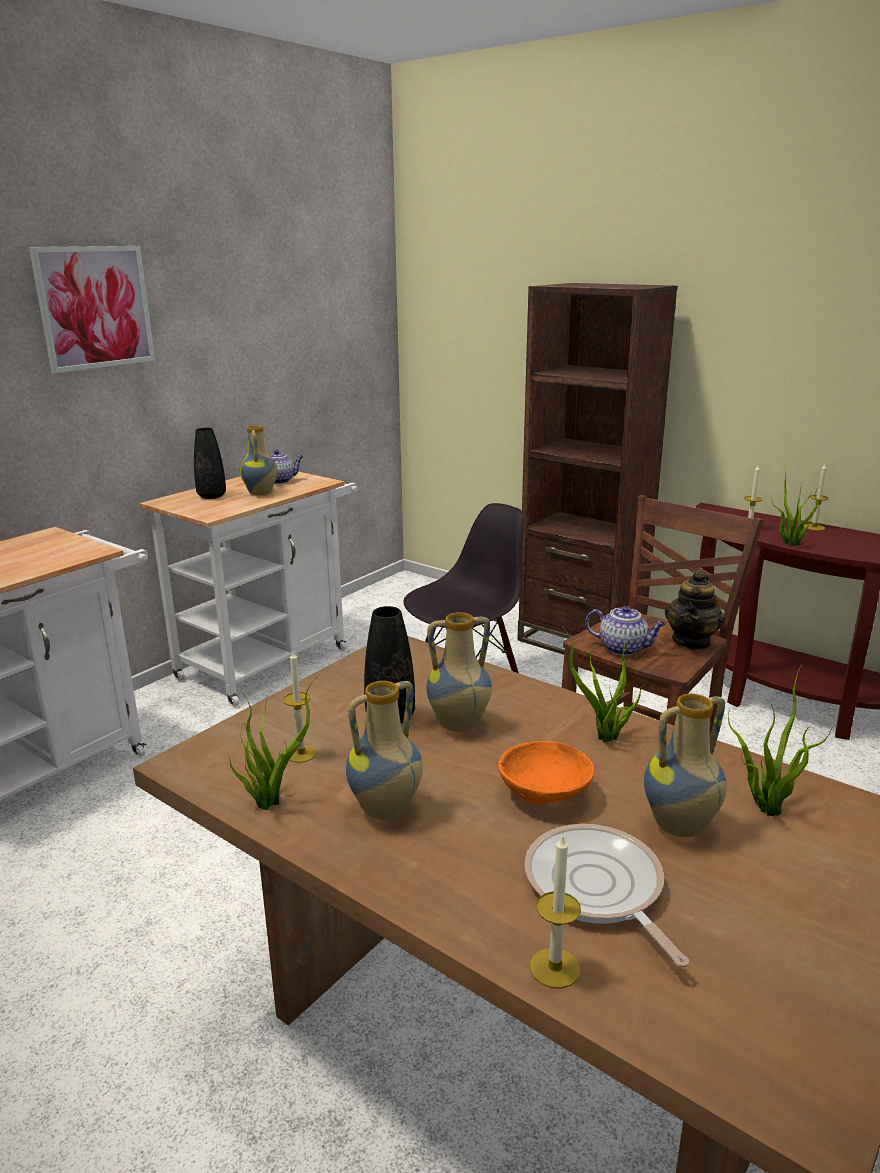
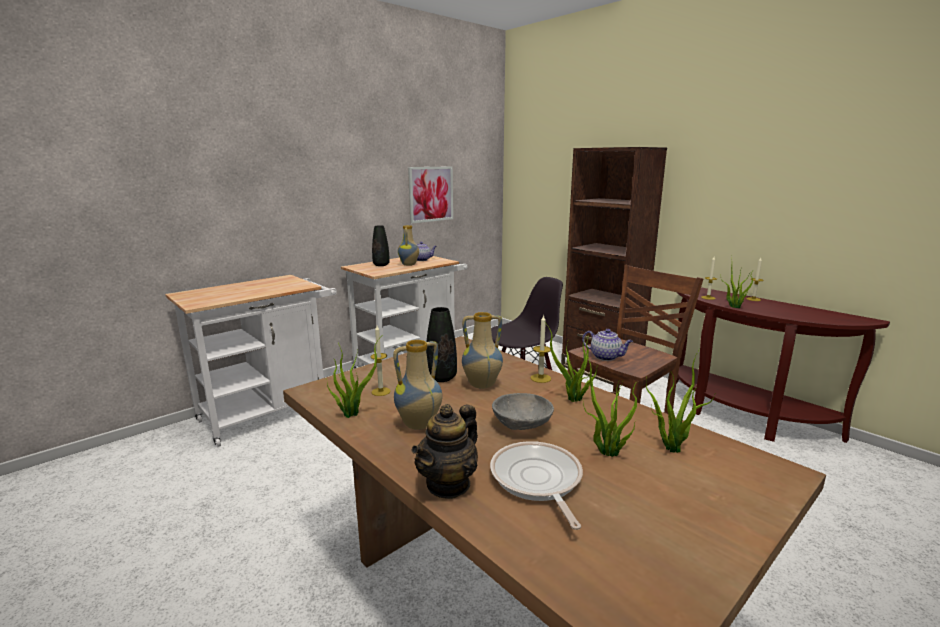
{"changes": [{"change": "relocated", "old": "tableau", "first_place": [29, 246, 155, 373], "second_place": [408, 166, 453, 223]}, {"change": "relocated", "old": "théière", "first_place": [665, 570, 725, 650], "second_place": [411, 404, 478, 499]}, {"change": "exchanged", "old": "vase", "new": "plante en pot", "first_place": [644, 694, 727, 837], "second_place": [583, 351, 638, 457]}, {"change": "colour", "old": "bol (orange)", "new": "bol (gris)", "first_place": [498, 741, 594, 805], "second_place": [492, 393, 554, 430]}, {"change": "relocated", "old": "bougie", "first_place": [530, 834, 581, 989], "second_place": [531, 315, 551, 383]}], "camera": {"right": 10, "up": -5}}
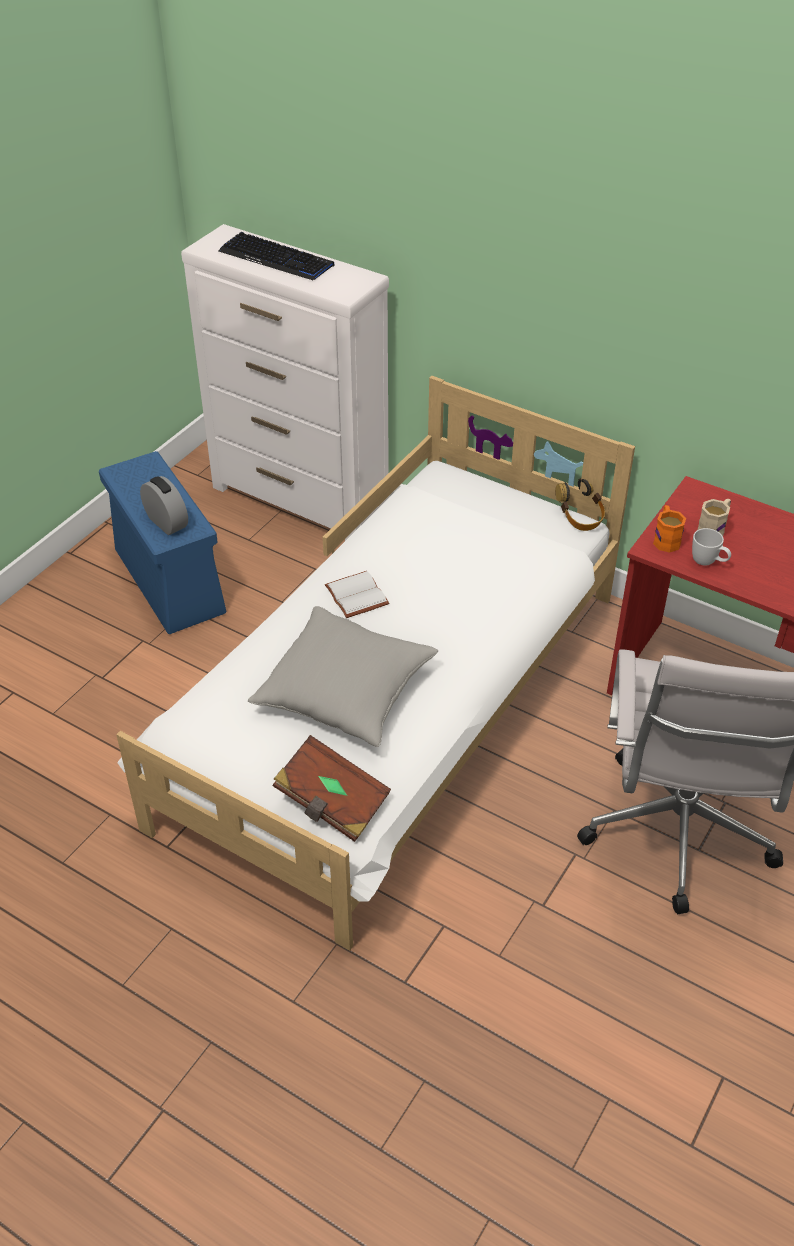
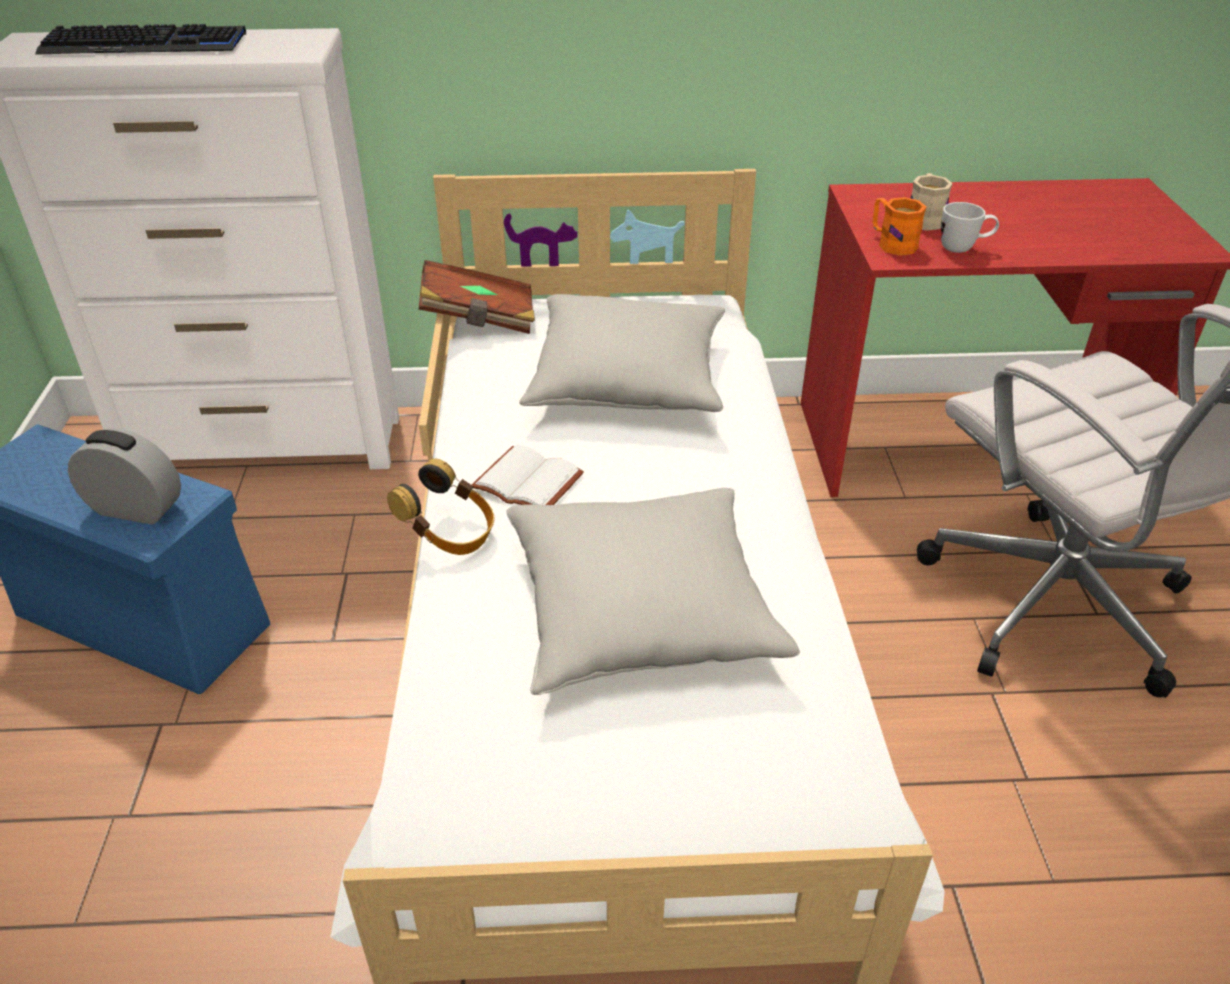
{"changes": [{"change": "relocated", "old": "casque audio", "first_place": [555, 478, 605, 531], "second_place": [387, 458, 494, 555]}, {"change": "relocated", "old": "livre (marron)", "first_place": [273, 735, 391, 842], "second_place": [419, 260, 535, 334]}, {"change": "appeared", "new": "coussin (gris)", "second_place": [519, 294, 725, 412]}], "camera": {"right": -35, "up": -5}}
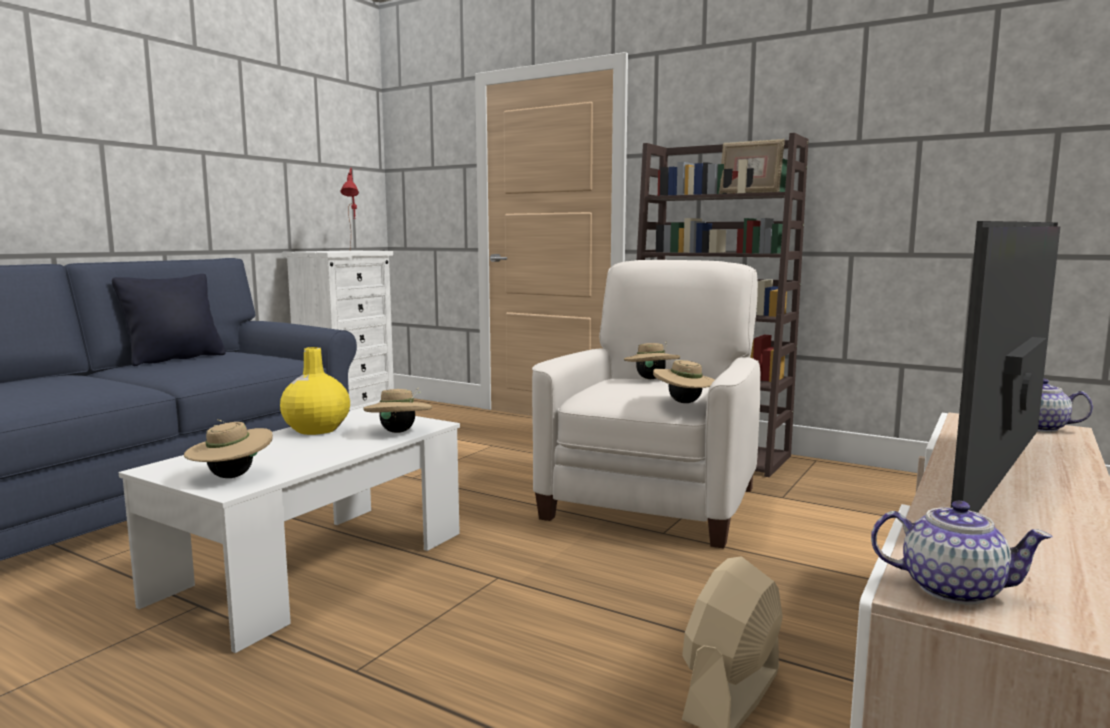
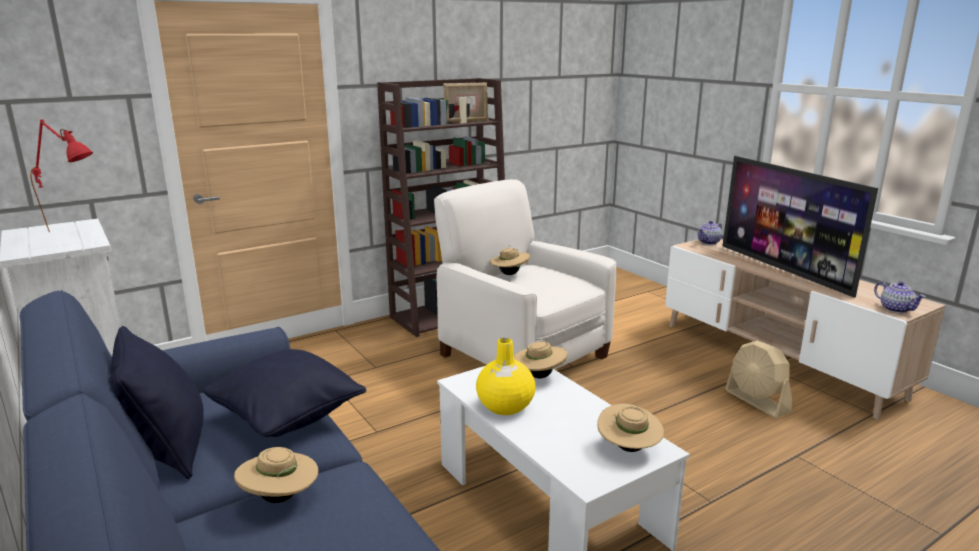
{"changes": [{"change": "relocated", "old": "chapeau (beige)", "first_place": [653, 360, 715, 403], "second_place": [234, 447, 319, 503]}, {"change": "spun", "old": "théière", "first_place": [871, 501, 1053, 605], "second_place": [874, 281, 926, 313], "degrees": 105}, {"change": "appeared", "new": "coussin (noir)", "second_place": [203, 349, 367, 437]}], "camera": {"right": -65, "up": 10}}
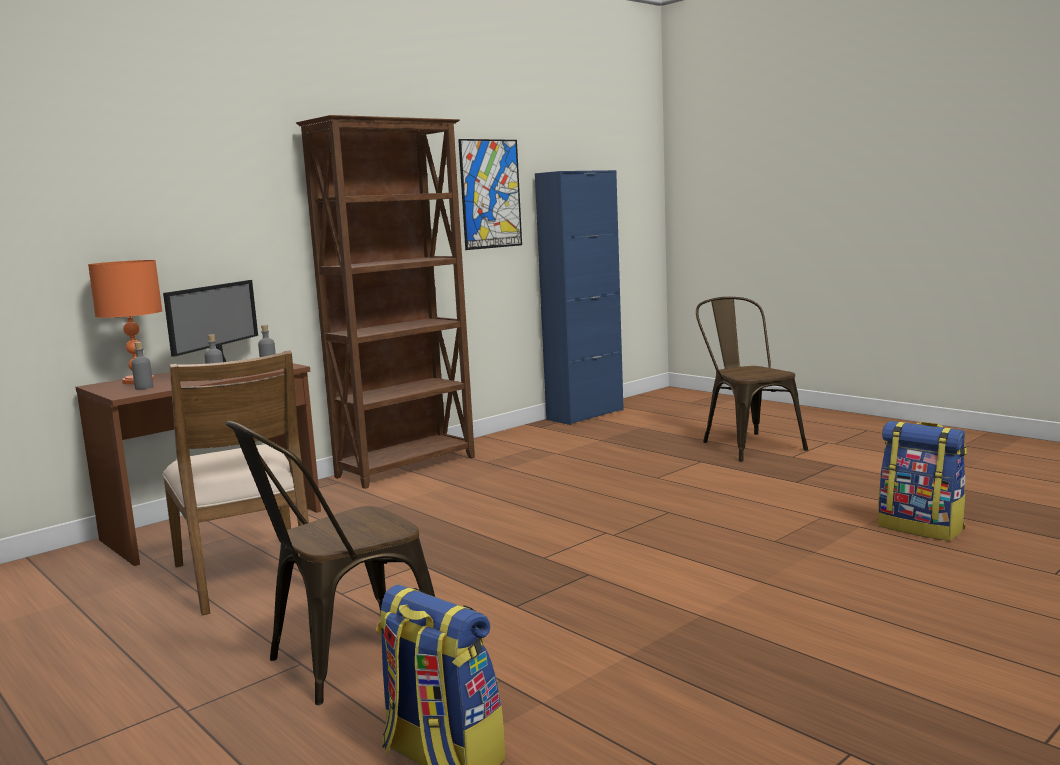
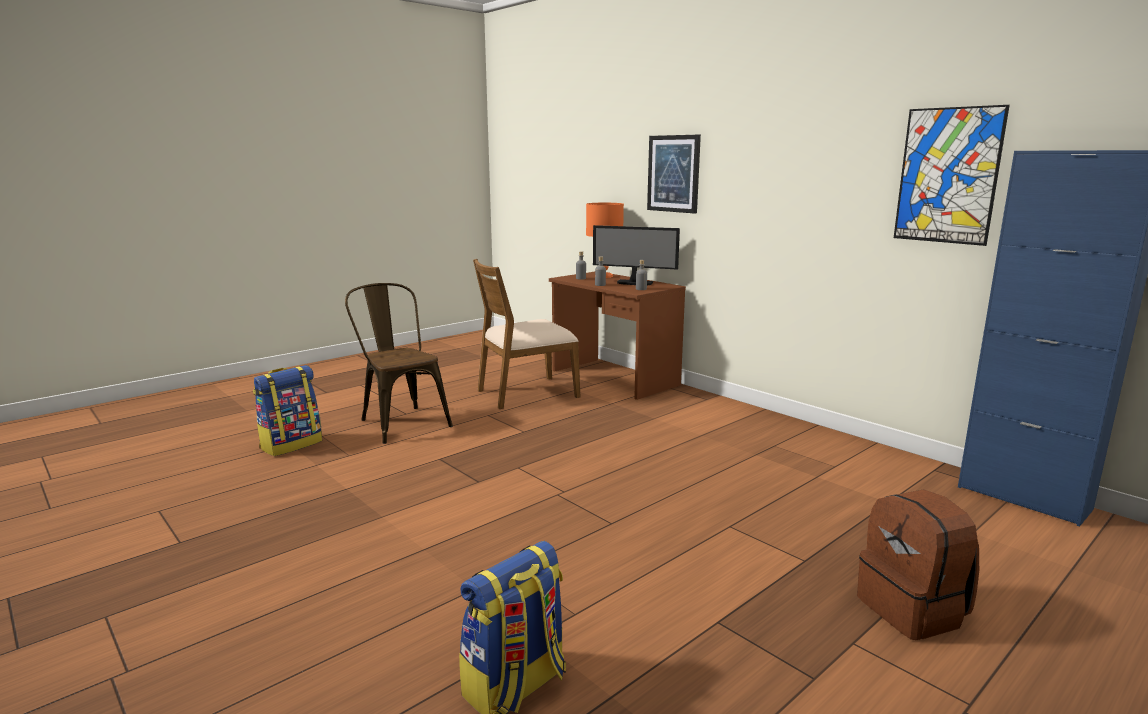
{"changes": [{"change": "missing", "old": "bibliothèque (marron)", "first_place": [296, 115, 475, 489]}, {"change": "exchanged", "old": "chaise (marron)", "new": "sac à dos (marron)", "first_place": [696, 297, 808, 462], "second_place": [857, 489, 979, 640]}, {"change": "appeared", "new": "tableau", "second_place": [647, 135, 701, 214]}], "camera": {"right": 90, "up": 5}}
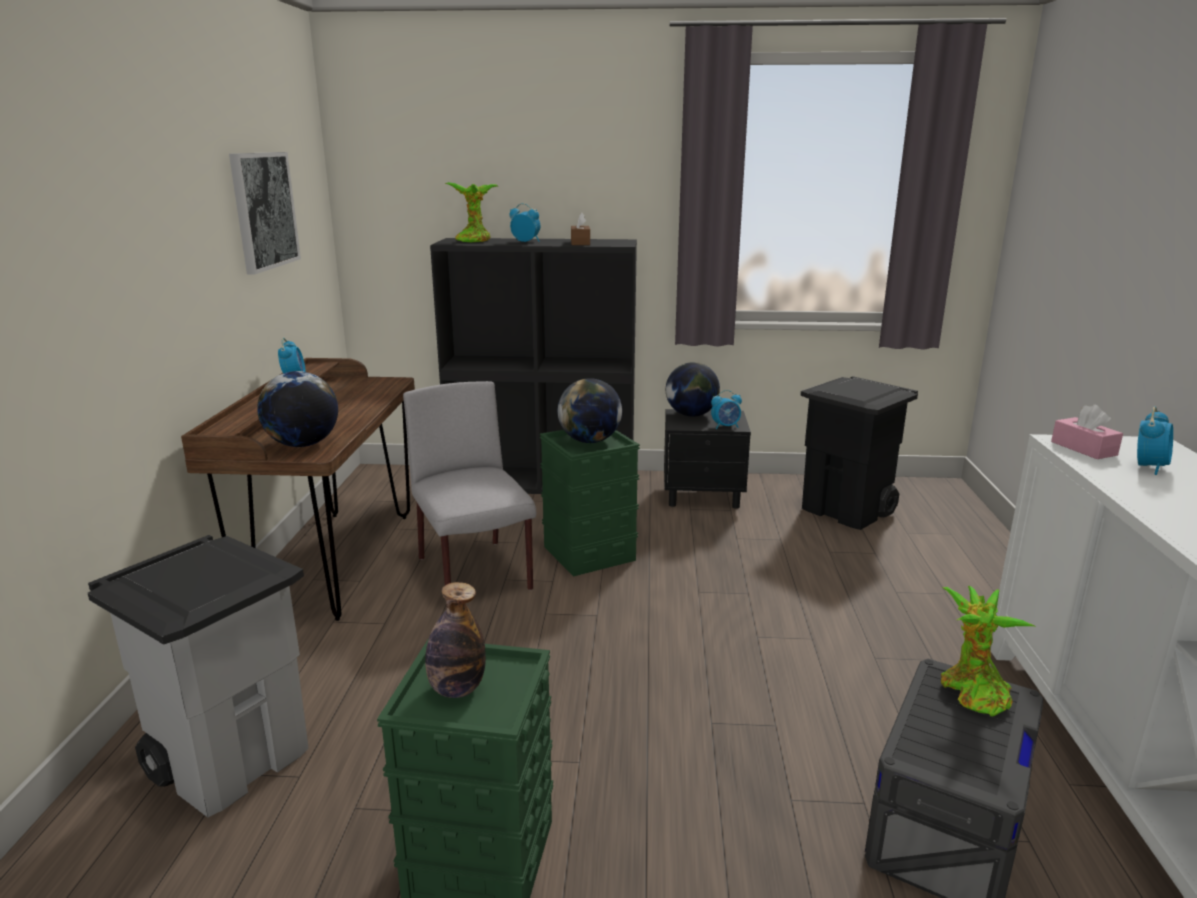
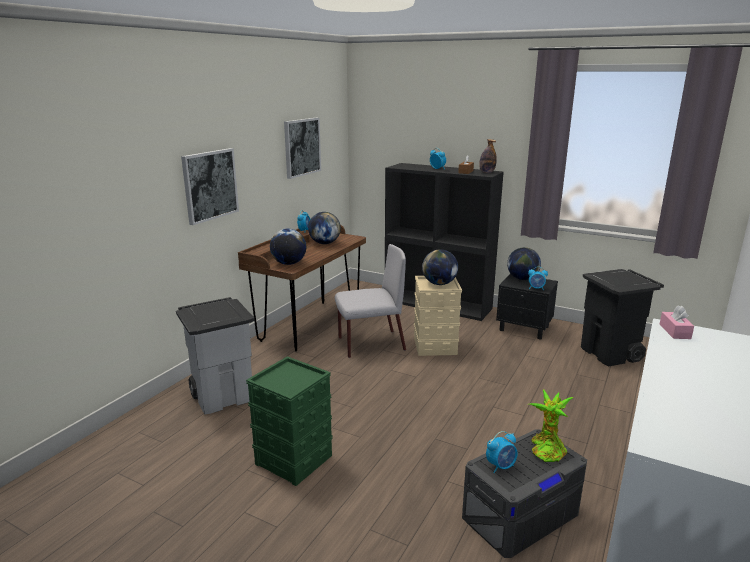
{"changes": [{"change": "missing", "old": "plante en pot", "first_place": [445, 182, 498, 242]}, {"change": "spun", "old": "chaise (gris)", "first_place": [403, 381, 536, 608], "second_place": [335, 244, 406, 358], "degrees": 75}, {"change": "relocated", "old": "réveil", "first_place": [1137, 407, 1173, 475], "second_place": [486, 431, 518, 473]}, {"change": "colour", "old": "boîte de rangement (vert)", "new": "boîte de rangement (beige)", "first_place": [540, 430, 640, 576], "second_place": [414, 276, 462, 356]}, {"change": "relocated", "old": "bouteille", "first_place": [425, 582, 486, 698], "second_place": [479, 139, 497, 173]}, {"change": "appeared", "new": "tableau", "second_place": [181, 148, 239, 225]}, {"change": "appeared", "new": "globe", "second_place": [308, 212, 341, 244]}], "camera": {"right": 25, "up": 0}}
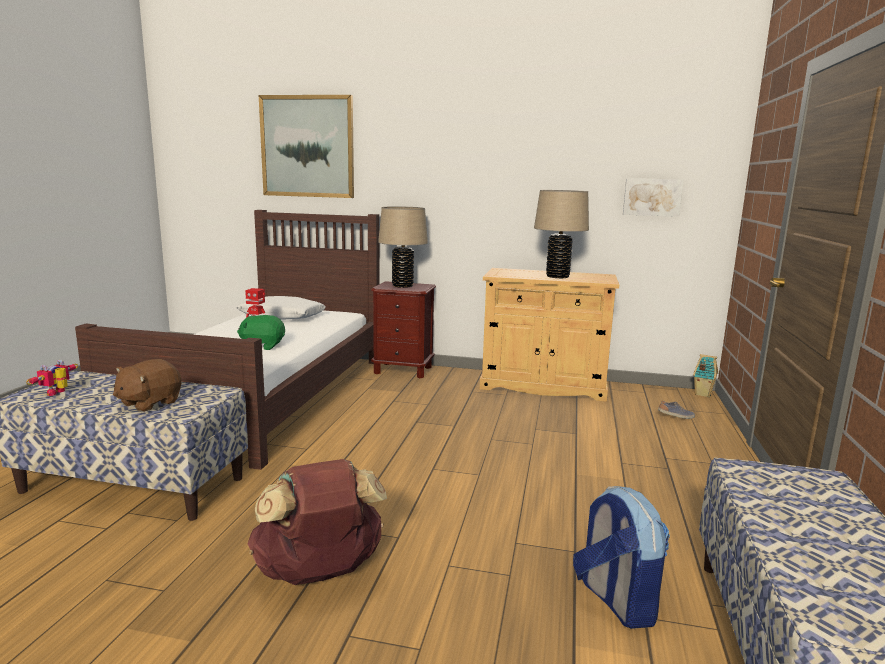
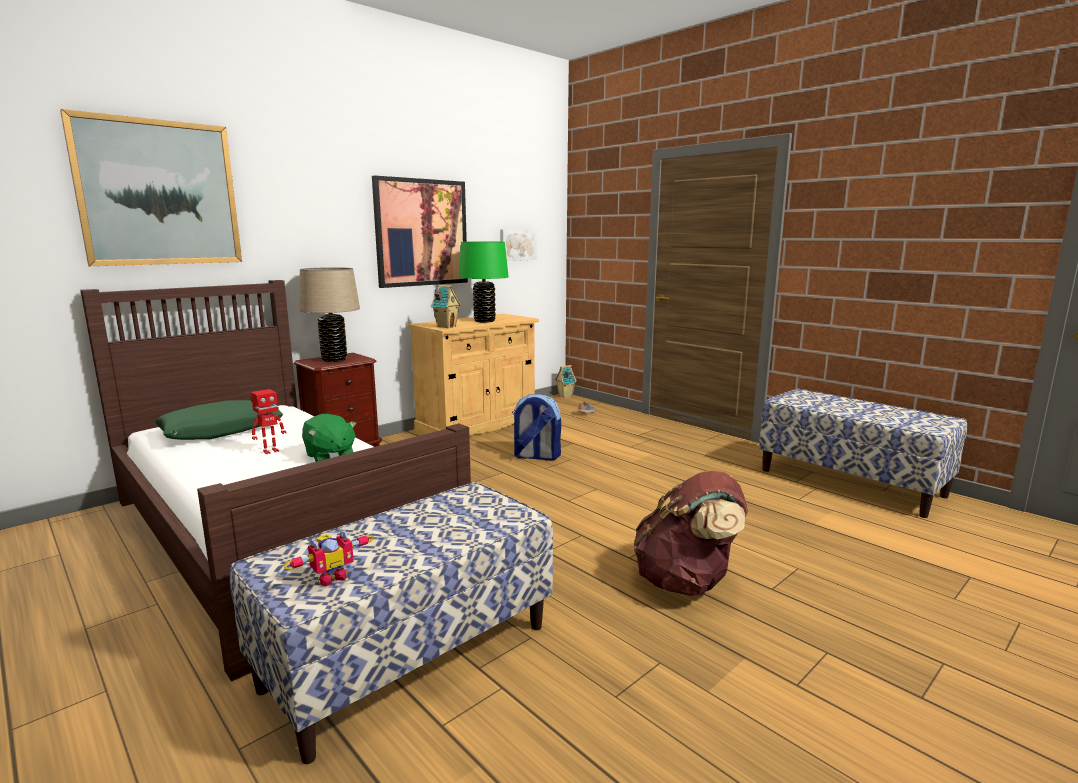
{"changes": [{"change": "colour", "old": "lampe de table (beige)", "new": "lampe de table (vert)", "first_place": [534, 190, 589, 278], "second_place": [459, 242, 509, 322]}, {"change": "colour", "old": "coussin (blanc)", "new": "coussin (vert)", "first_place": [236, 296, 326, 320], "second_place": [155, 400, 283, 440]}, {"change": "spun", "old": "peluche (vert)", "first_place": [237, 315, 285, 350], "second_place": [302, 414, 357, 462], "degrees": -75}, {"change": "missing", "old": "peluche (marron)", "first_place": [113, 359, 181, 412]}, {"change": "spun", "old": "robot jouet", "first_place": [26, 360, 78, 396], "second_place": [284, 529, 374, 587], "degrees": -90}, {"change": "relocated", "old": "sac à dos", "first_place": [573, 486, 670, 629], "second_place": [512, 394, 561, 461]}, {"change": "appeared", "new": "tableau", "second_place": [372, 175, 468, 288]}, {"change": "appeared", "new": "maison miniature", "second_place": [431, 285, 461, 328]}], "camera": {"right": -55, "up": 0}}
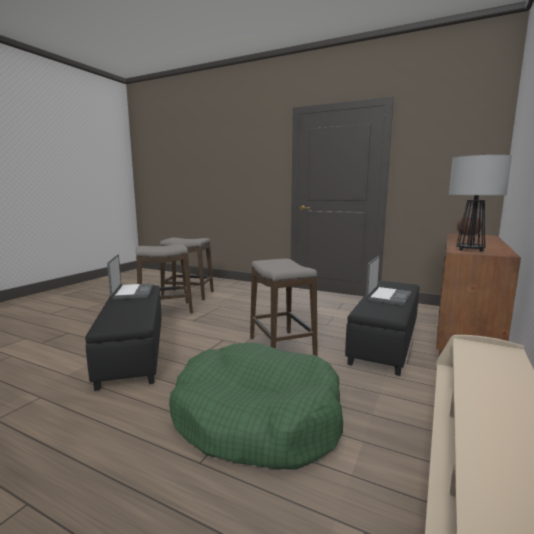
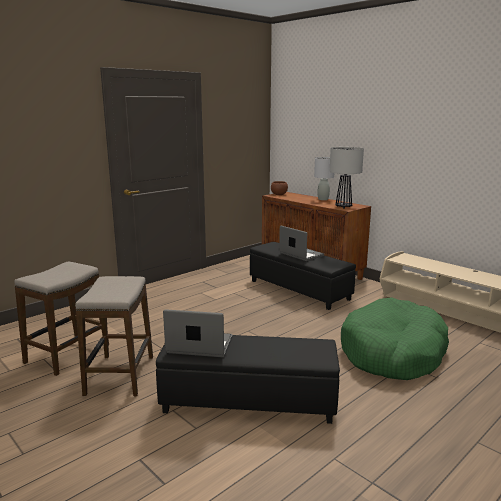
{"changes": [{"change": "missing", "old": "tabouret", "first_place": [250, 259, 318, 356]}, {"change": "appeared", "new": "lampe de table (gris)", "second_place": [314, 157, 334, 200]}], "camera": {"right": -70, "up": 5}}
